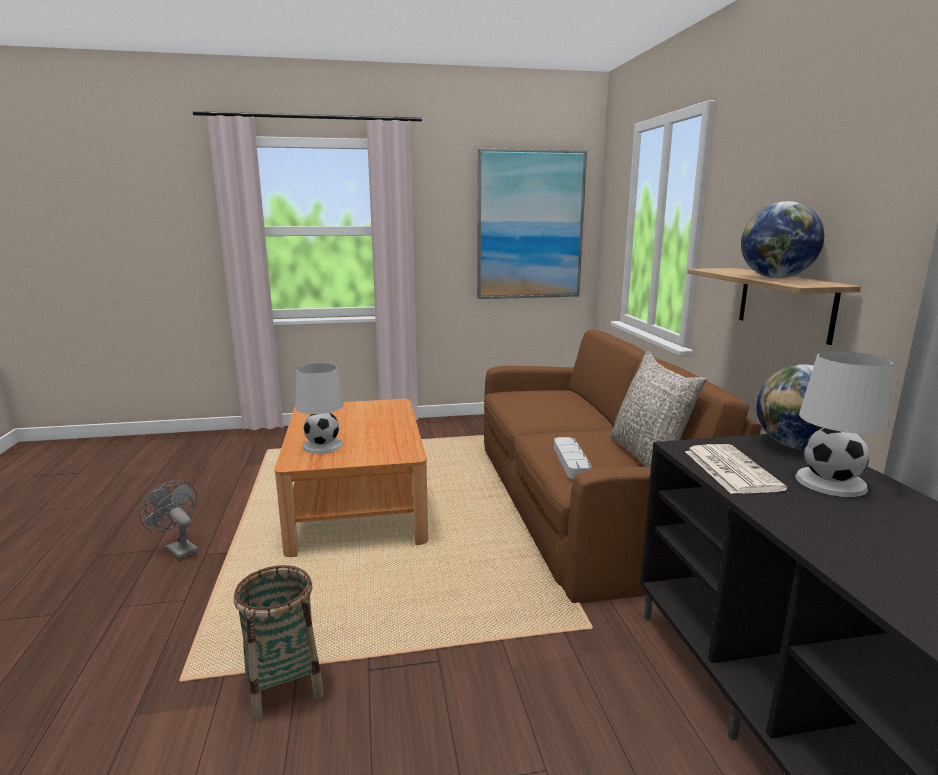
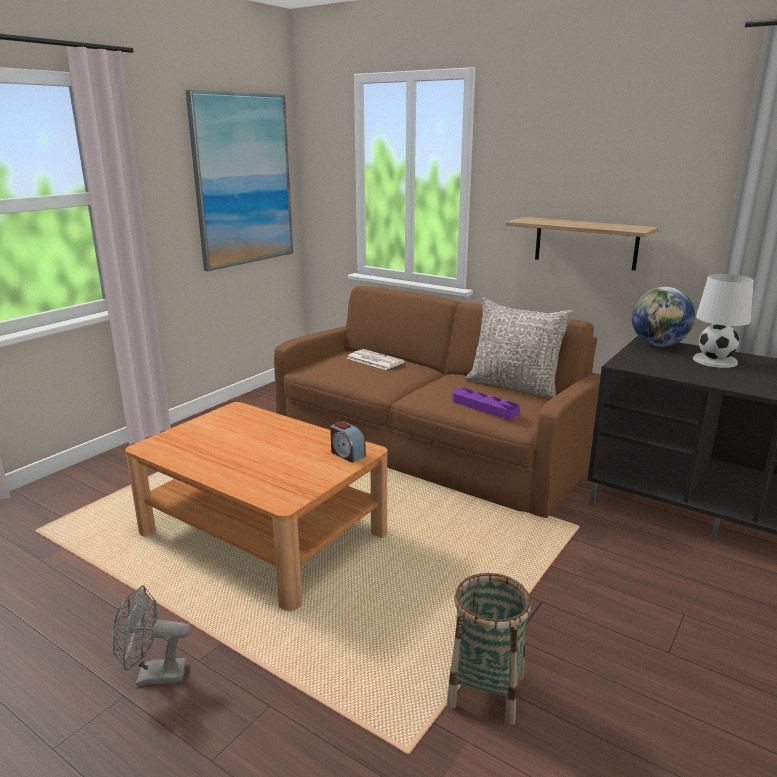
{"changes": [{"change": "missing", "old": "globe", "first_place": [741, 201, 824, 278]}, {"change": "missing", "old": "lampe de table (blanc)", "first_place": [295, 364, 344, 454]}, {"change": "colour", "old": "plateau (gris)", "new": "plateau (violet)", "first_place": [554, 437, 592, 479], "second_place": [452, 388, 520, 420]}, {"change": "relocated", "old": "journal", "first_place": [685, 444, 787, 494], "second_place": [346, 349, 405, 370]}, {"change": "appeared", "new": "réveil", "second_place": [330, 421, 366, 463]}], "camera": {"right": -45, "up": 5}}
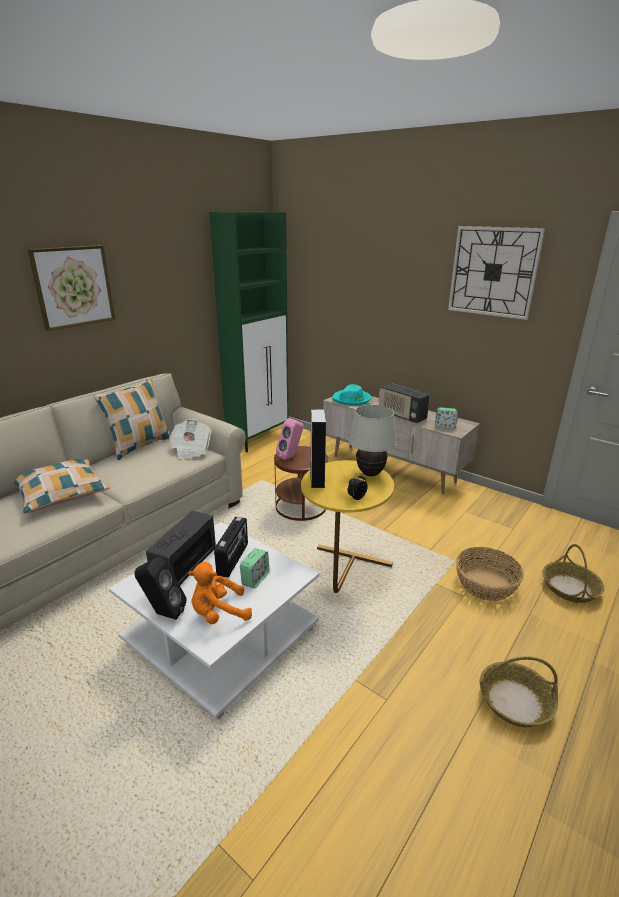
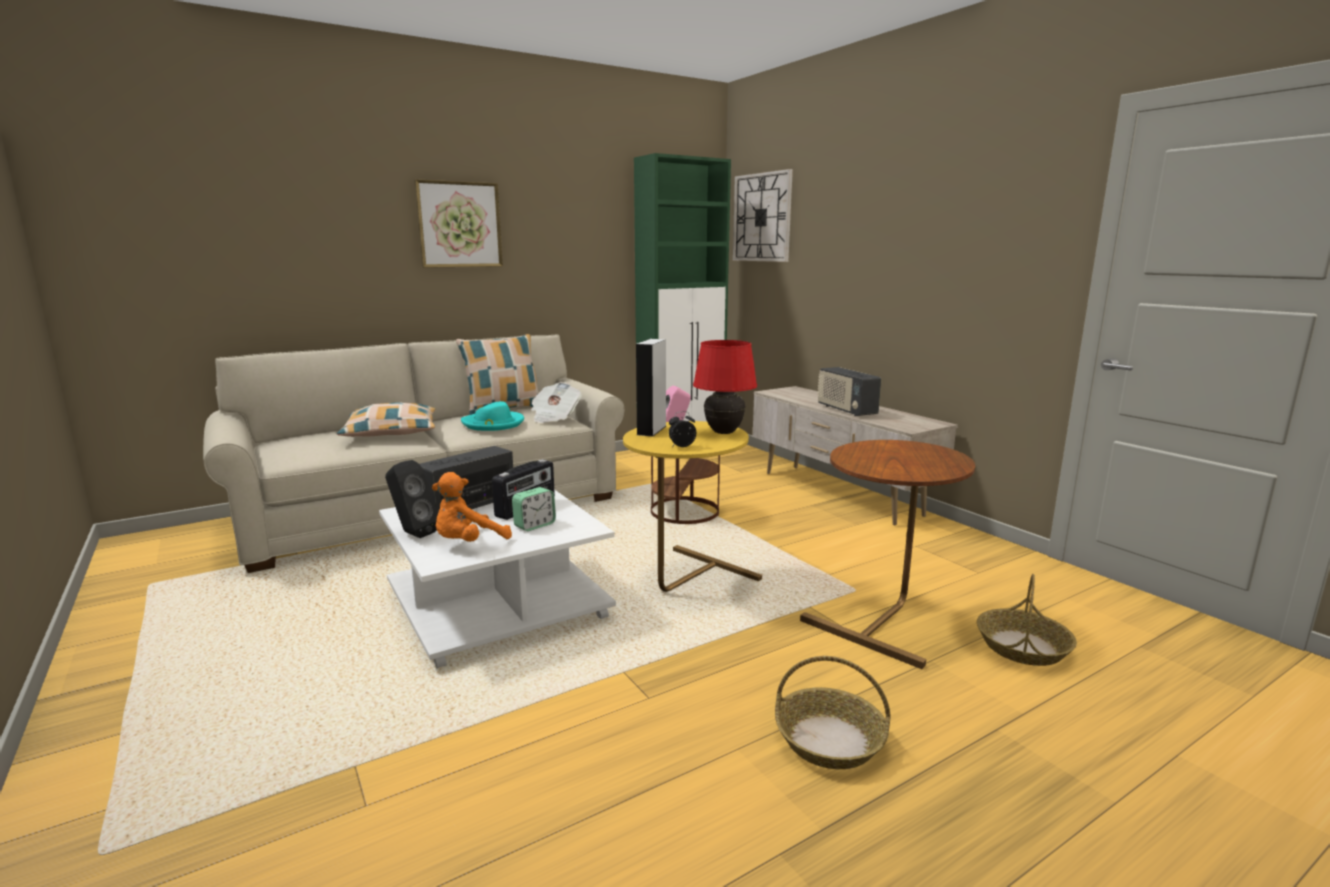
{"changes": [{"change": "relocated", "old": "horloge murale", "first_place": [448, 226, 545, 320], "second_place": [733, 169, 793, 262]}, {"change": "relocated", "old": "chapeau (turquoise)", "first_place": [332, 384, 371, 406], "second_place": [461, 401, 524, 431]}, {"change": "colour", "old": "lampe de table (blanc)", "new": "lampe de table (rouge)", "first_place": [348, 405, 397, 476], "second_place": [693, 340, 757, 434]}, {"change": "missing", "old": "réveil", "first_place": [435, 407, 458, 429]}, {"change": "exchanged", "old": "panier", "new": "table d'appoint (marron)", "first_place": [456, 547, 524, 601], "second_place": [800, 440, 975, 669]}, {"change": "spun", "old": "peluche (orange)", "first_place": [188, 562, 252, 624], "second_place": [432, 472, 512, 542], "degrees": -45}], "camera": {"right": 20, "up": -10}}
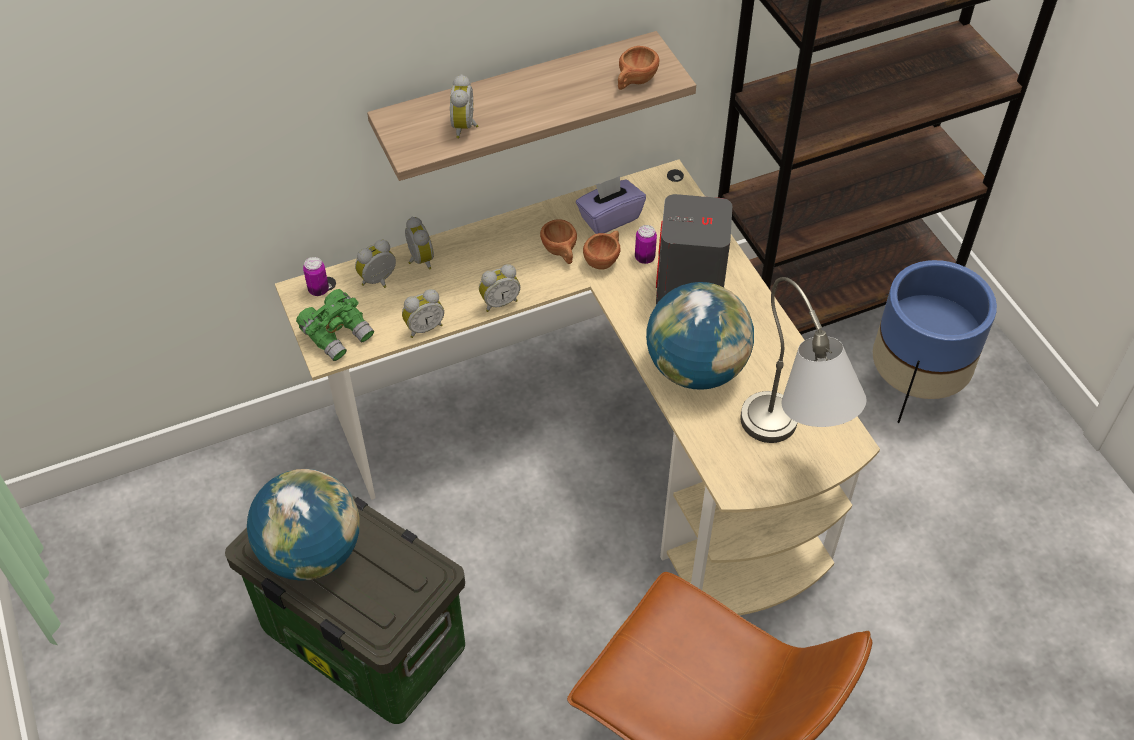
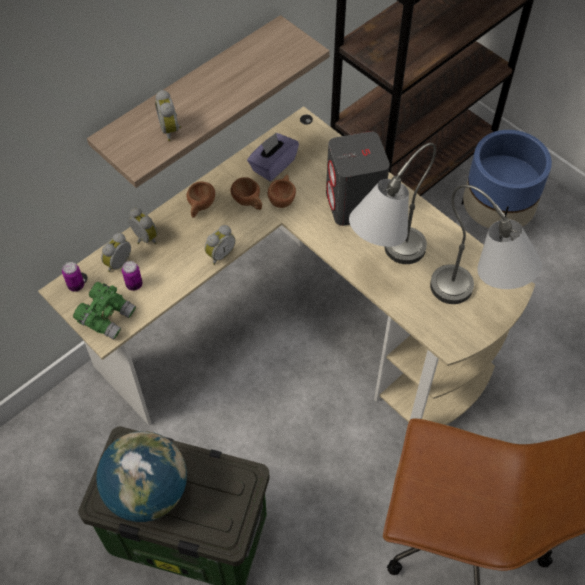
{"changes": [{"change": "relocated", "old": "tasse (marron)", "first_place": [618, 46, 659, 90], "second_place": [186, 182, 215, 218]}, {"change": "relocated", "old": "boîte métallique", "first_place": [635, 225, 657, 264], "second_place": [122, 261, 143, 291]}, {"change": "exchanged", "old": "globe", "new": "lampe de table (gris)", "first_place": [646, 282, 754, 390], "second_place": [349, 143, 436, 264]}, {"change": "missing", "old": "réveil", "first_place": [402, 289, 444, 338]}], "camera": {"right": -20, "up": 5}}
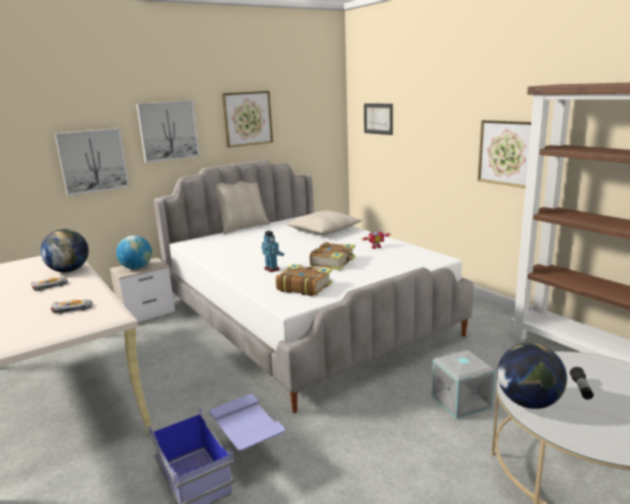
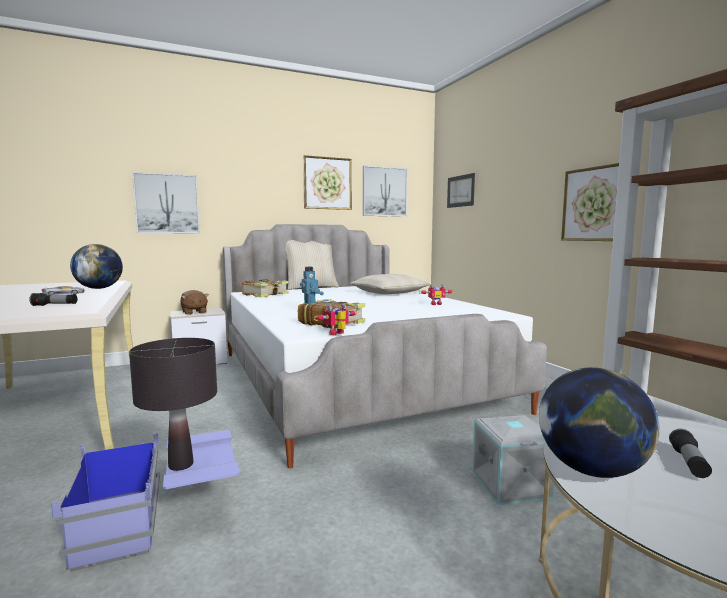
{"changes": [{"change": "relocated", "old": "tableau", "first_place": [136, 101, 200, 163], "second_place": [363, 166, 407, 217]}, {"change": "exchanged", "old": "globe", "new": "peluche (marron)", "first_place": [116, 236, 152, 269], "second_place": [180, 290, 209, 315]}, {"change": "relocated", "old": "livre", "first_place": [310, 242, 355, 270], "second_place": [242, 279, 289, 297]}, {"change": "exchanged", "old": "petite voiture", "new": "lampe de poche", "first_place": [51, 299, 93, 314], "second_place": [29, 293, 77, 306]}, {"change": "appeared", "new": "robot jouet", "second_place": [314, 304, 358, 335]}, {"change": "appeared", "new": "lampe de table (noir)", "second_place": [129, 338, 217, 471]}], "camera": {"right": 10, "up": -10}}
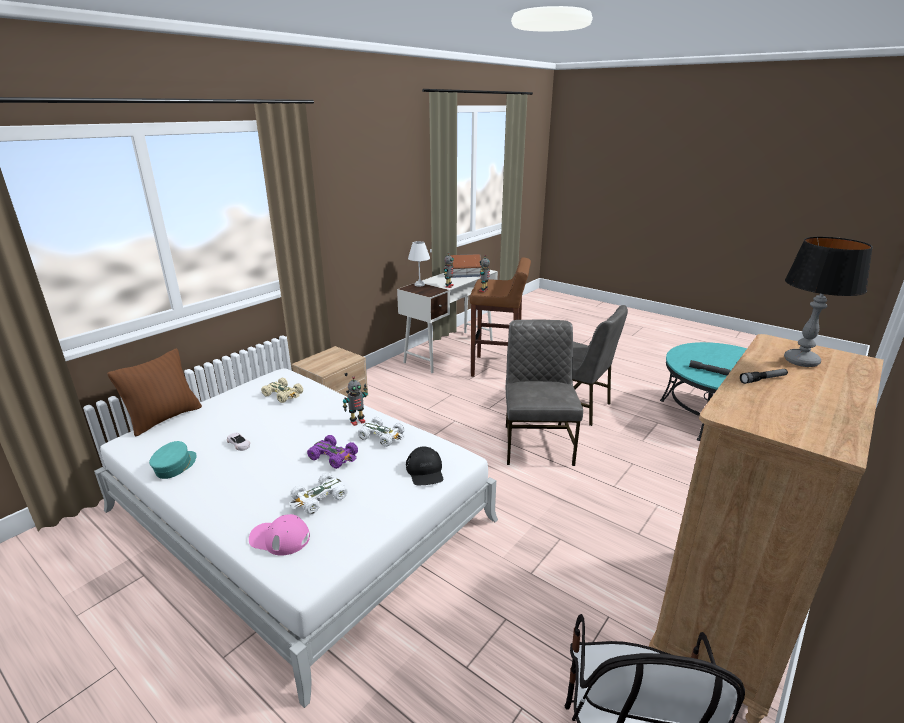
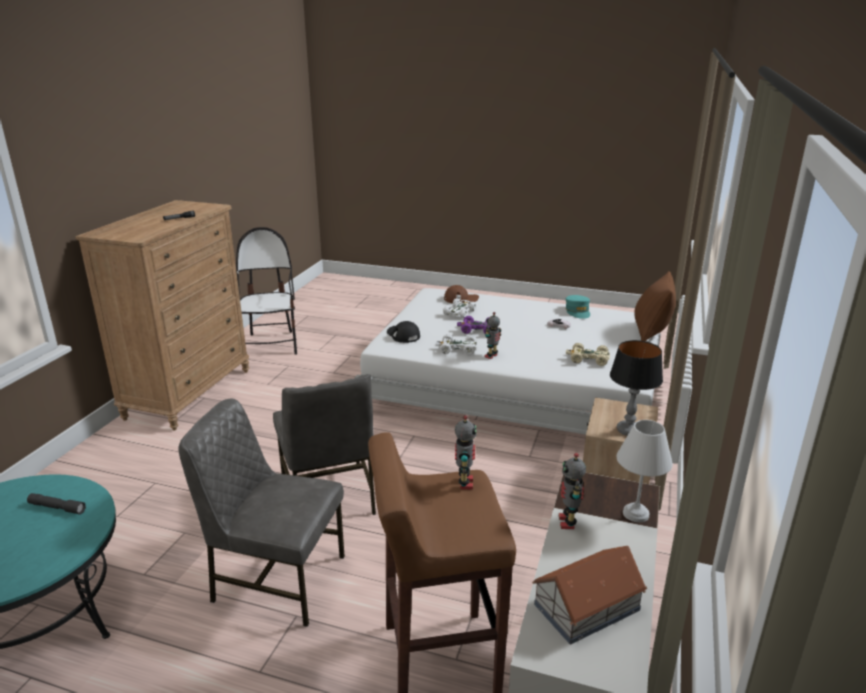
{"changes": [{"change": "relocated", "old": "lampe de table", "first_place": [784, 237, 873, 367], "second_place": [610, 340, 663, 436]}, {"change": "colour", "old": "casquette (rose)", "new": "casquette (marron)", "first_place": [249, 514, 310, 556], "second_place": [444, 285, 479, 303]}], "camera": {"right": 160, "up": 0}}
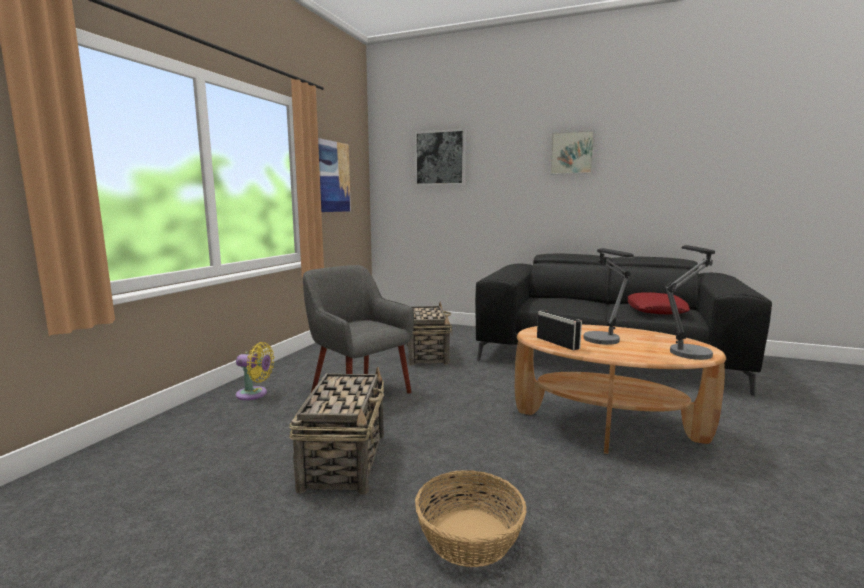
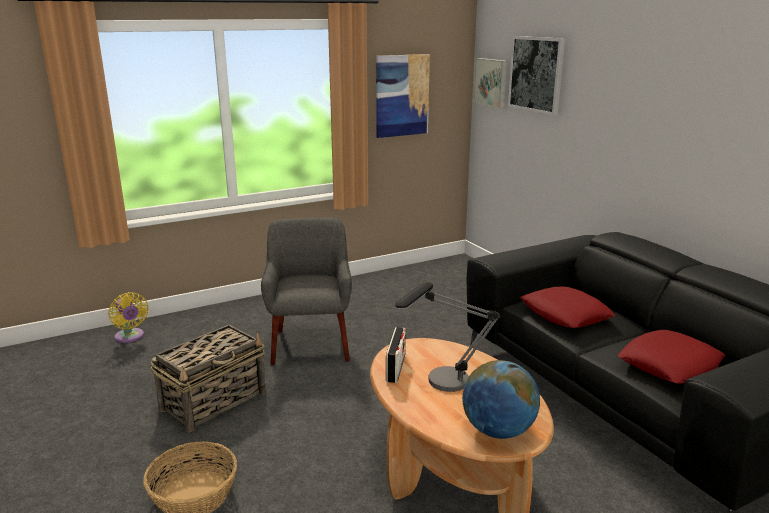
{"changes": [{"change": "relocated", "old": "tableau", "first_place": [550, 130, 595, 174], "second_place": [473, 58, 507, 108]}, {"change": "exchanged", "old": "lampe de table", "new": "globe", "first_place": [664, 245, 715, 360], "second_place": [462, 360, 540, 439]}, {"change": "missing", "old": "panier", "first_place": [406, 302, 452, 366]}, {"change": "relocated", "old": "ventilateur (jaune)", "first_place": [236, 342, 274, 400], "second_place": [108, 292, 149, 343]}, {"change": "appeared", "new": "coussin (rouge)", "second_place": [520, 287, 615, 328]}], "camera": {"right": 40, "up": 10}}
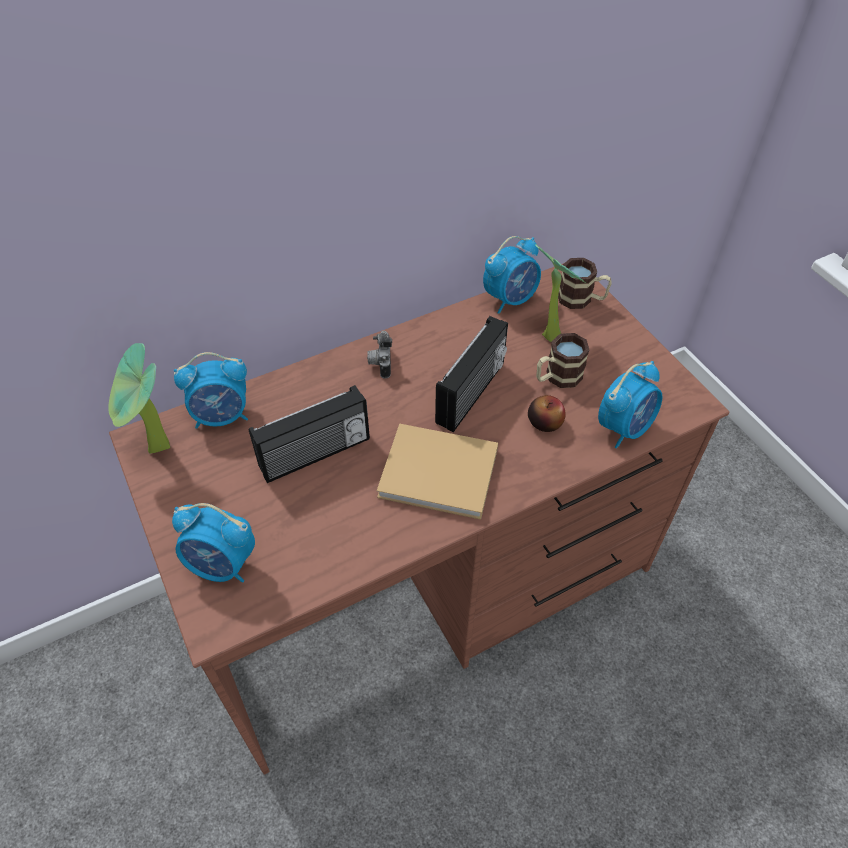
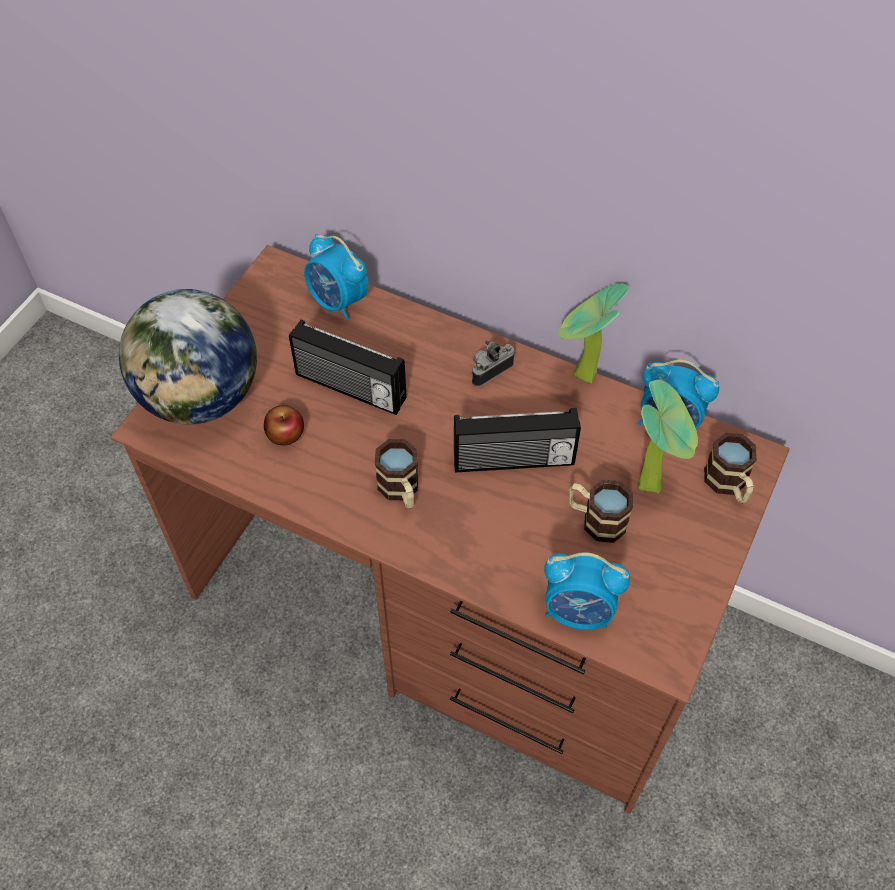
{"changes": [{"change": "relocated", "old": "plante en pot", "first_place": [108, 343, 170, 454], "second_place": [558, 283, 629, 384]}, {"change": "relocated", "old": "pomme", "first_place": [528, 395, 566, 432], "second_place": [264, 405, 304, 445]}, {"change": "exchanged", "old": "livre (beige)", "new": "mug", "first_place": [377, 423, 498, 520], "second_place": [375, 439, 418, 509]}, {"change": "exchanged", "old": "réveil", "new": "globe", "first_place": [172, 503, 255, 583], "second_place": [119, 289, 257, 424]}], "camera": {"right": 55, "up": 5}}
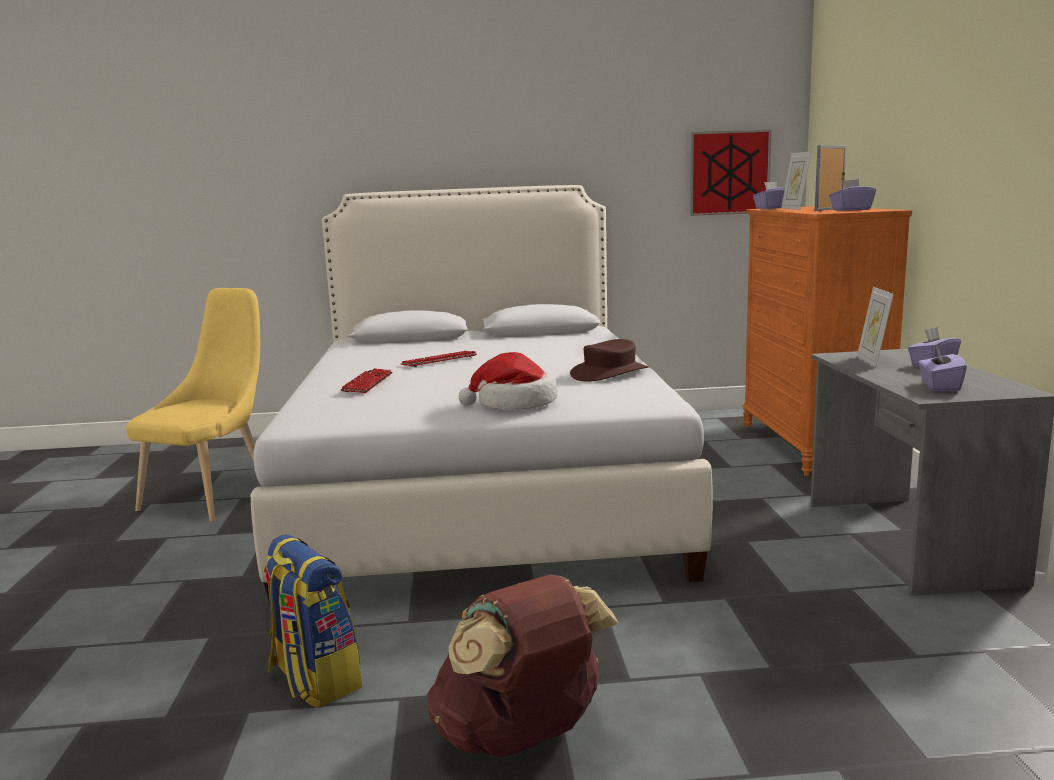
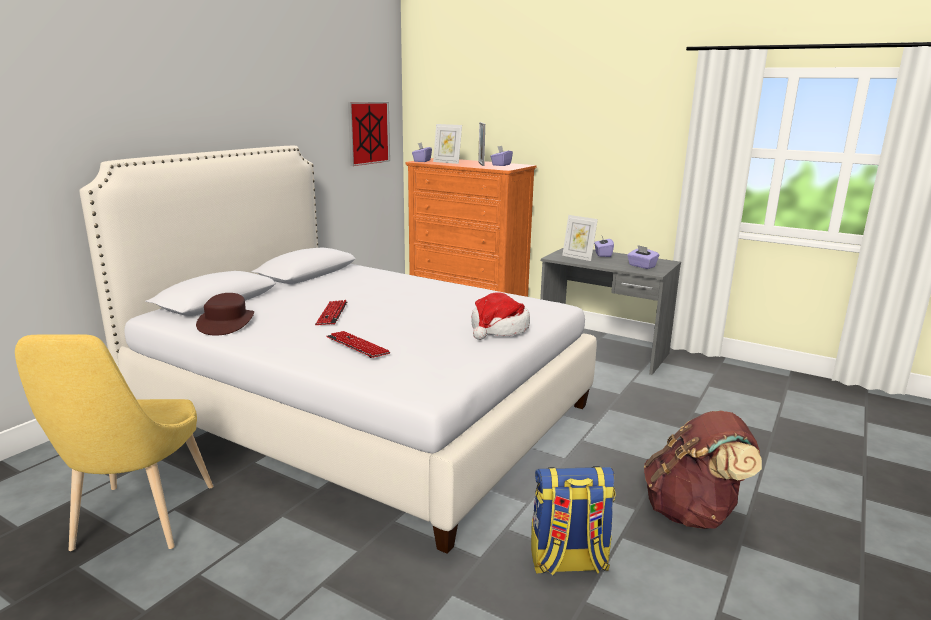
{"changes": [{"change": "spun", "old": "chaise (jaune)", "first_place": [126, 288, 260, 522], "second_place": [15, 334, 213, 551], "degrees": -150}, {"change": "relocated", "old": "chapeau (marron)", "first_place": [570, 339, 649, 381], "second_place": [196, 293, 254, 336]}], "camera": {"right": -55, "up": 5}}
